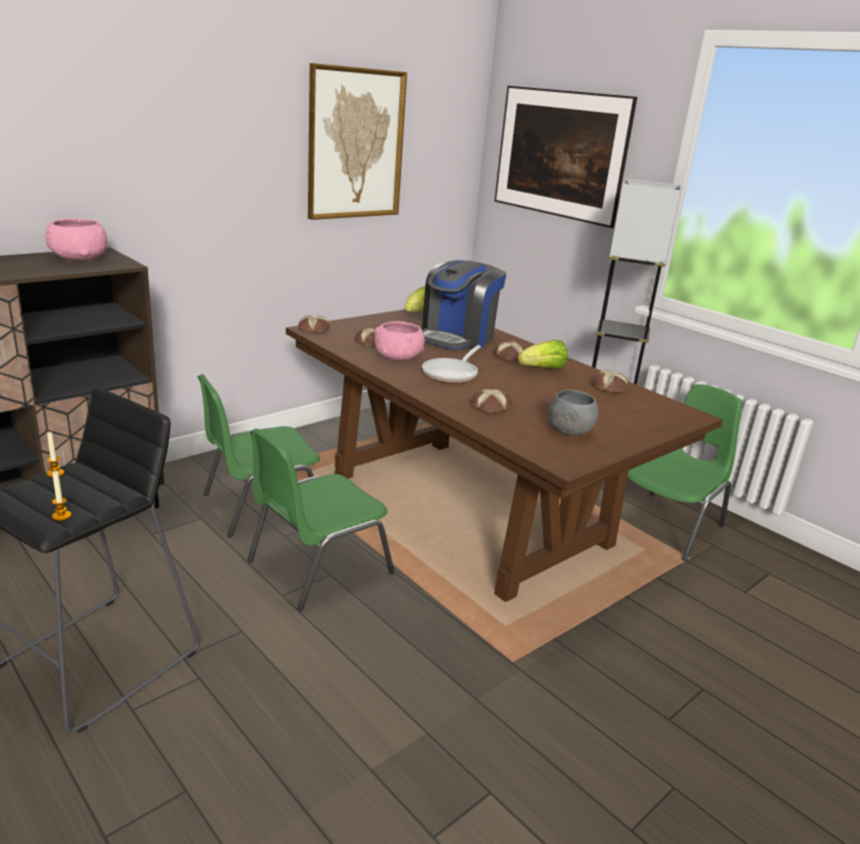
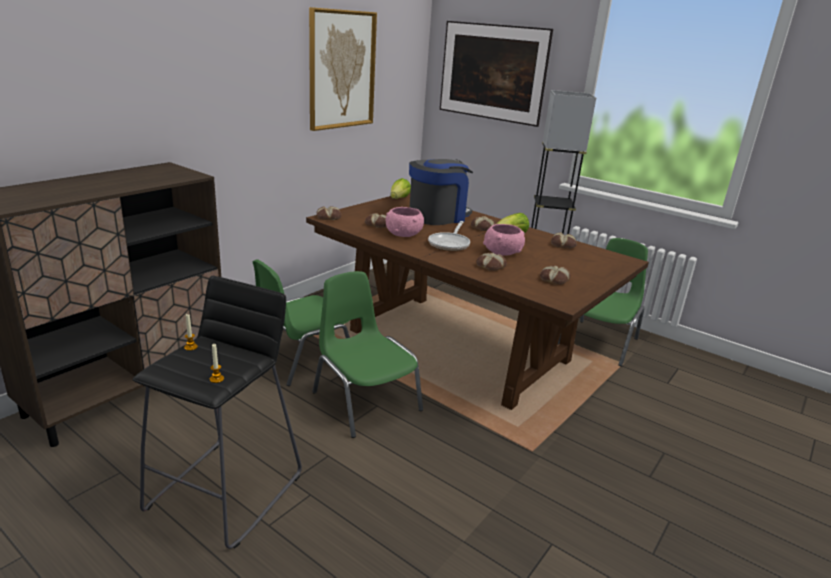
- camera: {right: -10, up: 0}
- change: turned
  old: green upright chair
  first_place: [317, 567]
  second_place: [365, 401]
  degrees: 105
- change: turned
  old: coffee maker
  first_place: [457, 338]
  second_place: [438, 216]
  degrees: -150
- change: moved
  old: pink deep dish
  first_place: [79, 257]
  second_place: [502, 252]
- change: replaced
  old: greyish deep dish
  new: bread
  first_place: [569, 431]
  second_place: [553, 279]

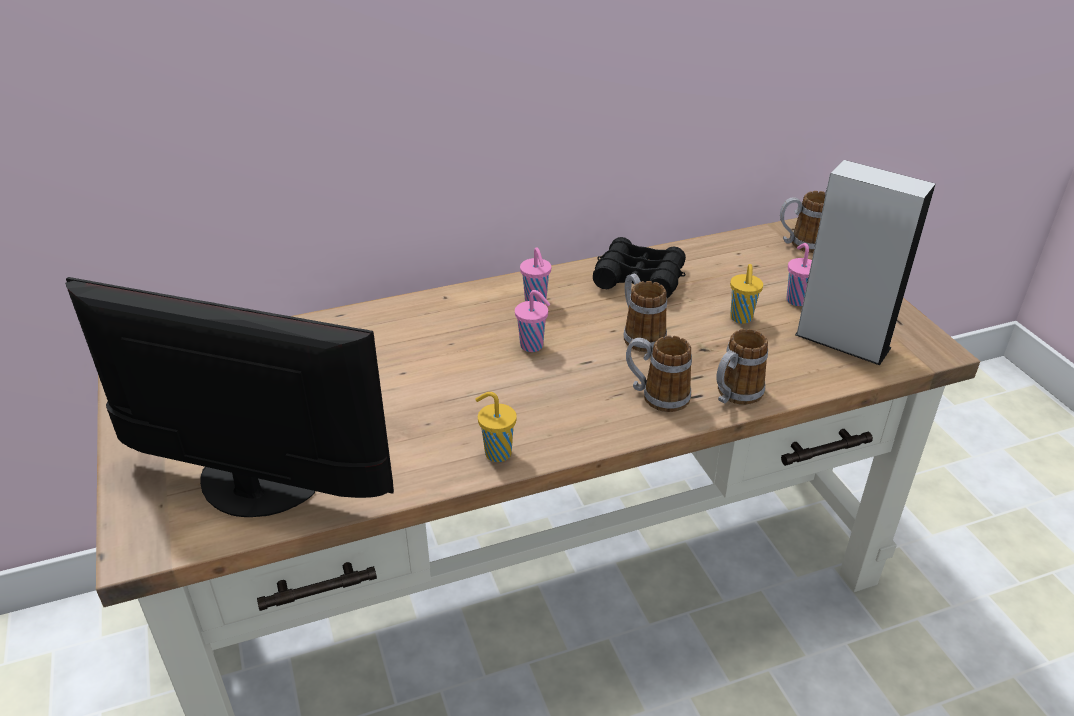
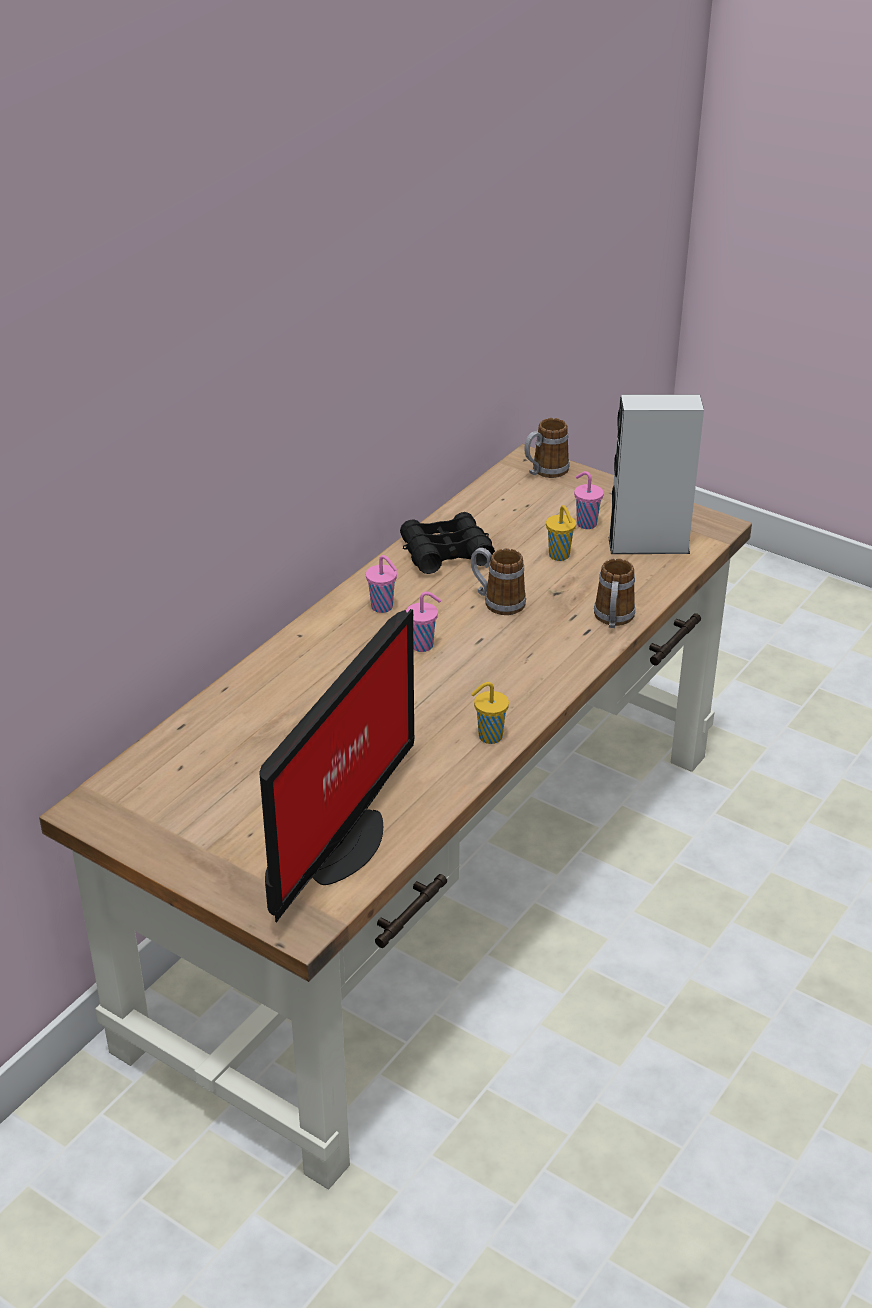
- camera: {right: -35, up: 0}
- change: turned
  old: computer screen
  first_place: [256, 490]
  second_place: [338, 846]
  degrees: 135
- change: removed
  old: tea mug
  first_place: [656, 396]

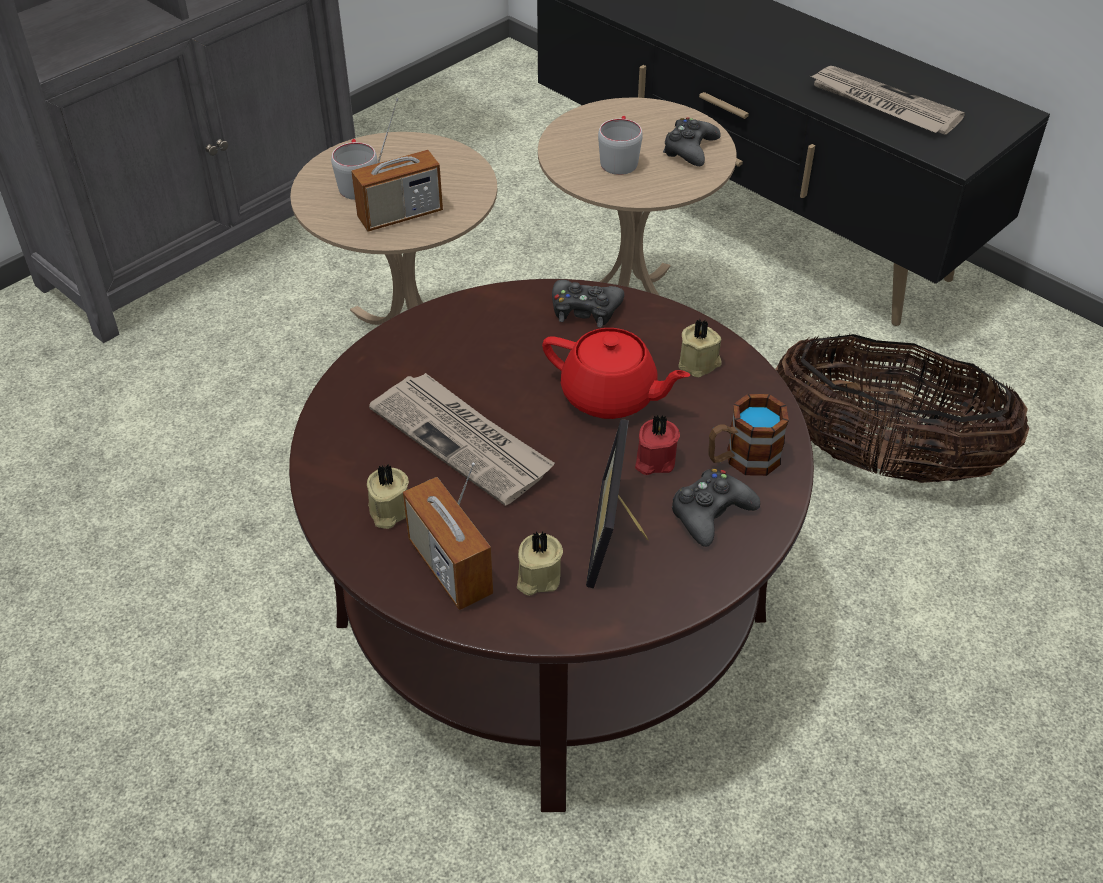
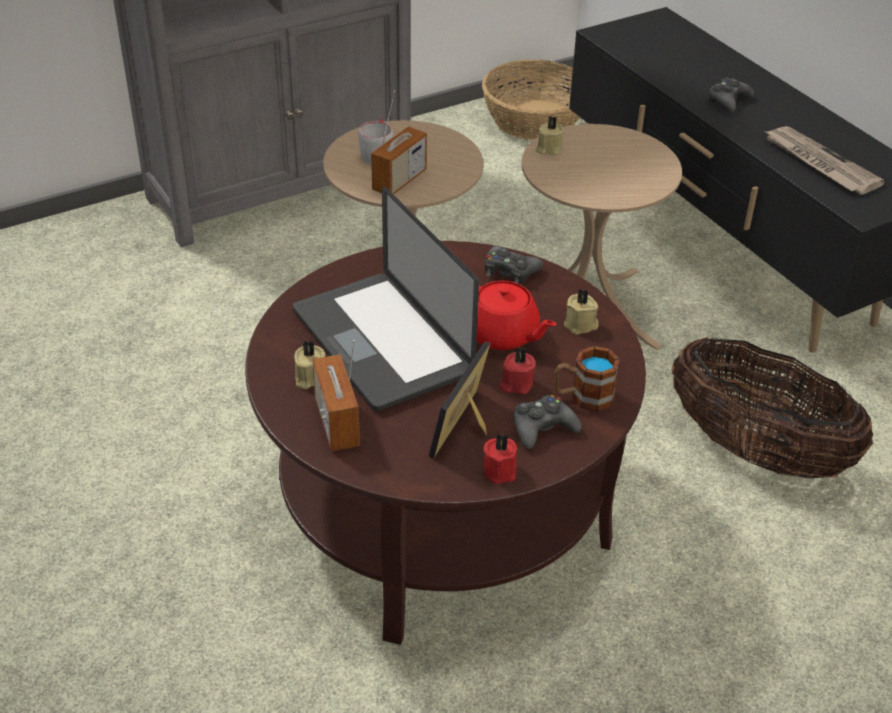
- camera: {right: 15, up: -5}
- change: replaced
  old: newspaper
  new: laptop
  first_place: [463, 440]
  second_place: [381, 343]
- change: turned
  old: radio
  first_place: [400, 215]
  second_place: [399, 181]
  degrees: -45
- change: added
  new: basket
  second_place: [534, 119]
- change: added
  new: red-coloured wax light
  second_place: [501, 470]
- change: moved
  old: sand-coloured wax light
  first_place: [537, 577]
  second_place: [548, 149]
- change: moved
  old: black joypad
  first_place: [690, 149]
  second_place: [728, 101]
- change: removed
  old: greyish tea mug
  first_place: [619, 159]

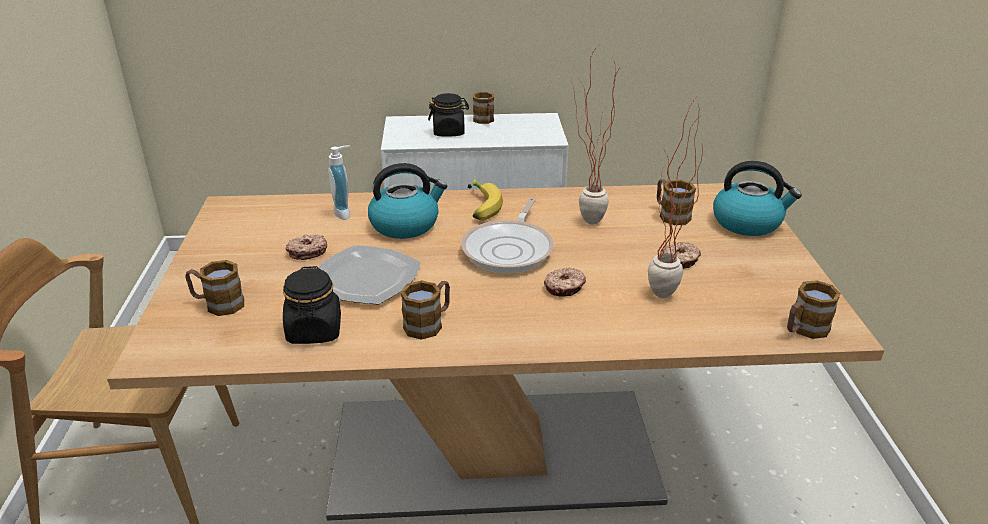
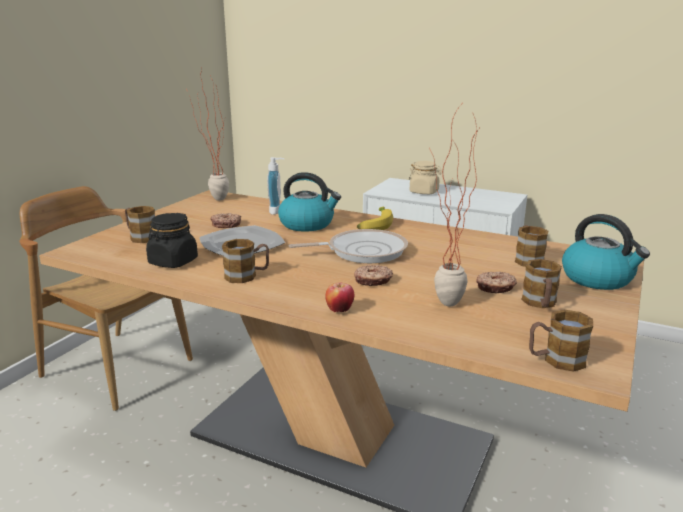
- camera: {right: 30, up: -10}
- change: moved
  old: potted plant
  first_place: [583, 223]
  second_place: [213, 199]
- change: turned
  old: skillet
  first_place: [510, 249]
  second_place: [362, 251]
  degrees: -150
- change: added
  new: apple
  second_place: [339, 310]
- change: recoloured
  old: black storage jar
  new: sand-coloured storage jar
  first_place: [449, 132]
  second_place: [424, 192]
- change: moved
  old: tea mug
  first_place: [485, 121]
  second_place: [540, 304]

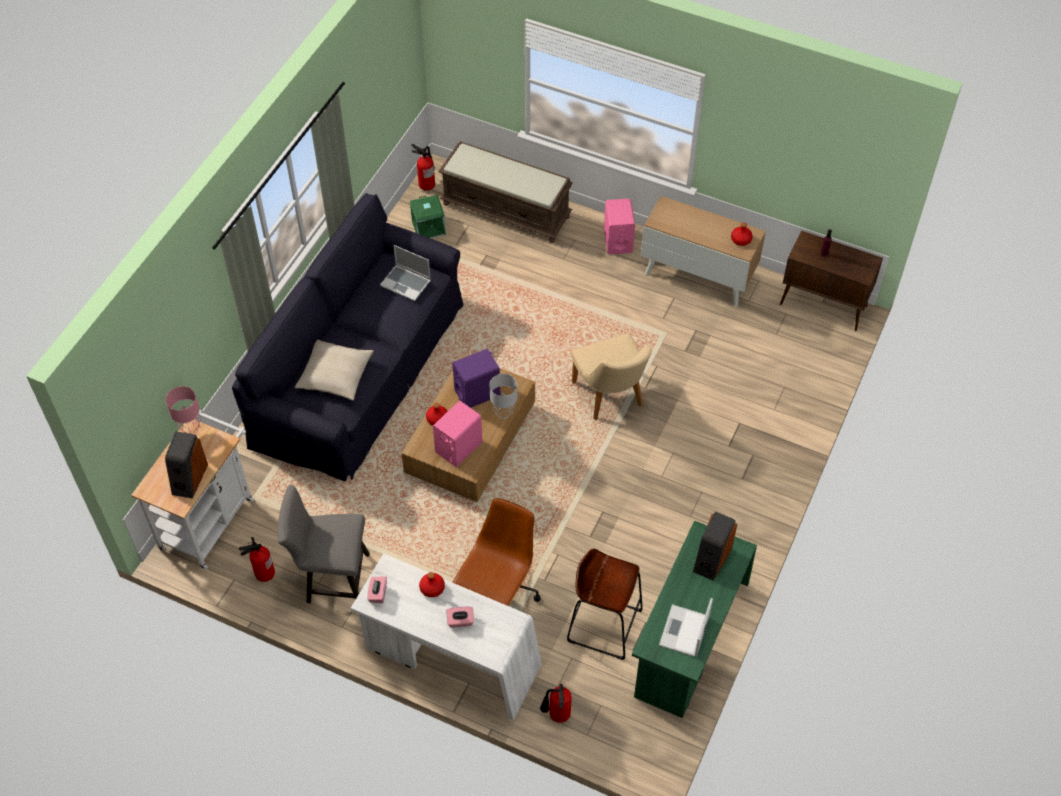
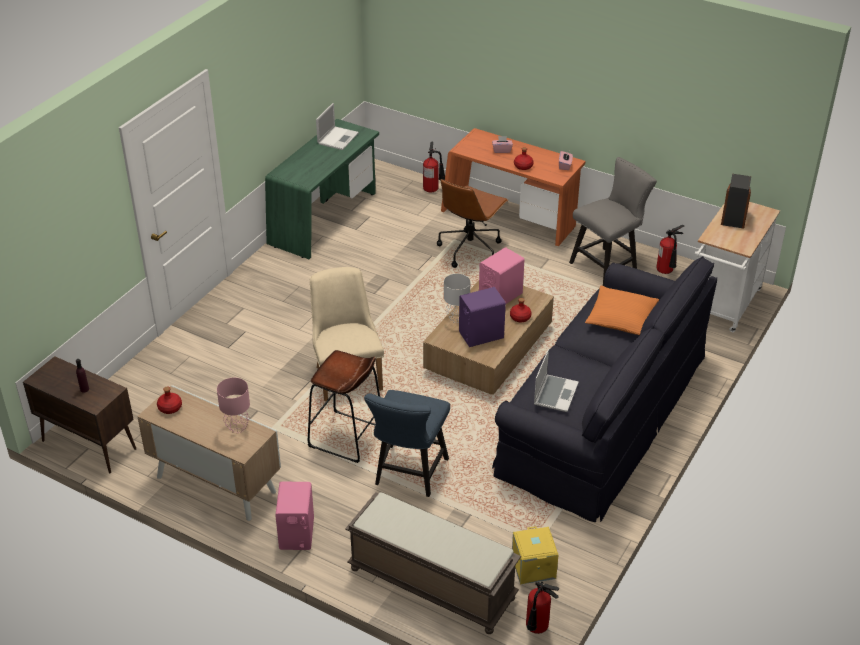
- camera: {right: -175, up: -15}
- change: moved
  old: pink table lamp
  first_place: [190, 427]
  second_place: [238, 428]
- change: moved
  old: brown-coloured sitting stool
  first_place: [604, 625]
  second_place: [346, 437]
- change: added
  new: blue upright chair
  second_place: [409, 475]
- change: recoloured
  old: whitish desk
  new: orange-coloured desk
  first_place: [450, 659]
  second_place: [509, 218]
- change: recoloured
  old: green storage box
  new: yellowish storage box
  first_place: [429, 227]
  second_place: [532, 567]
- change: turned
  old: laptop
  first_place: [406, 283]
  second_place: [555, 393]
  degrees: 75
- change: turned
  old: greyish upright chair
  first_place: [332, 579]
  second_place: [607, 265]
  degrees: -45
- change: recoloured
  old: sand-coloured throw pillow
  new: orange-coloured throw pillow
  first_place: [335, 375]
  second_place: [621, 318]
- change: removed
  old: loudspeaker
  first_place: [711, 559]

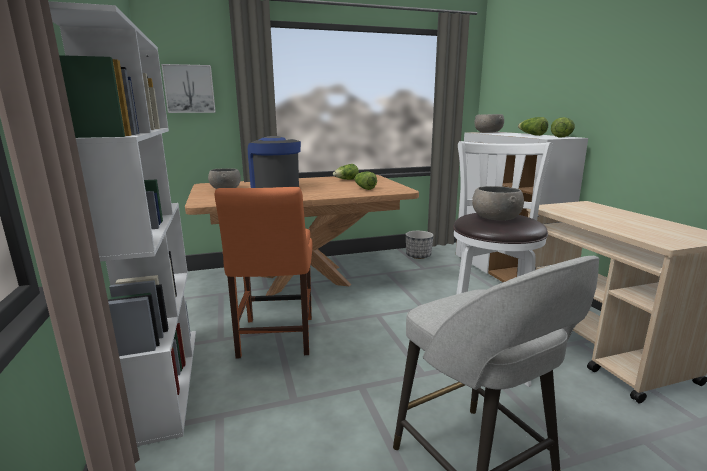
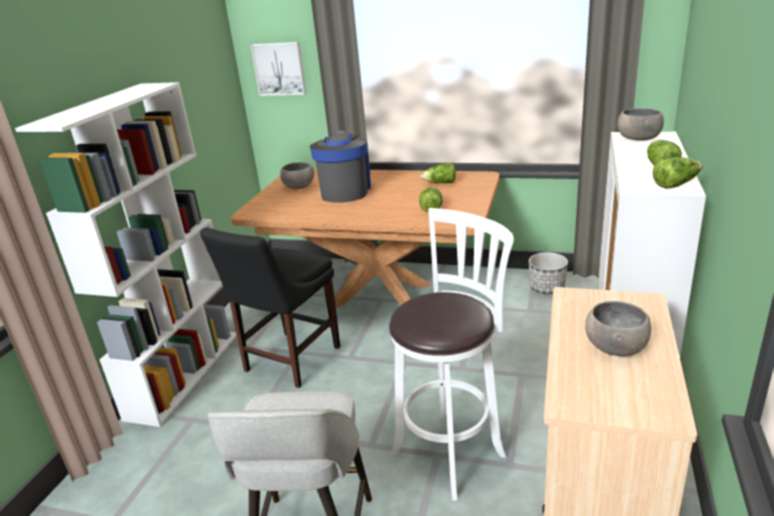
- camera: {right: 35, up: 10}
- change: recoloured
  old: orange-coloured upright chair
  new: black upright chair
  first_place: [275, 339]
  second_place: [289, 361]
- change: moved
  old: greyish deep dish
  first_place: [495, 219]
  second_place: [615, 347]

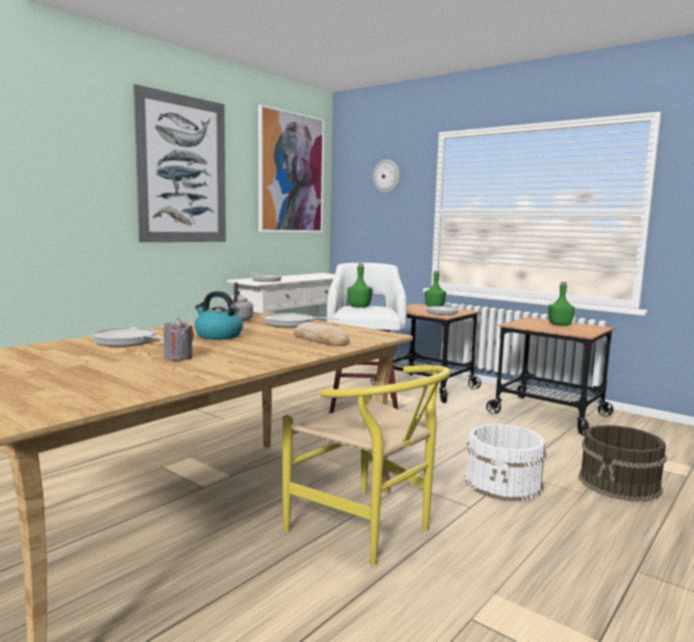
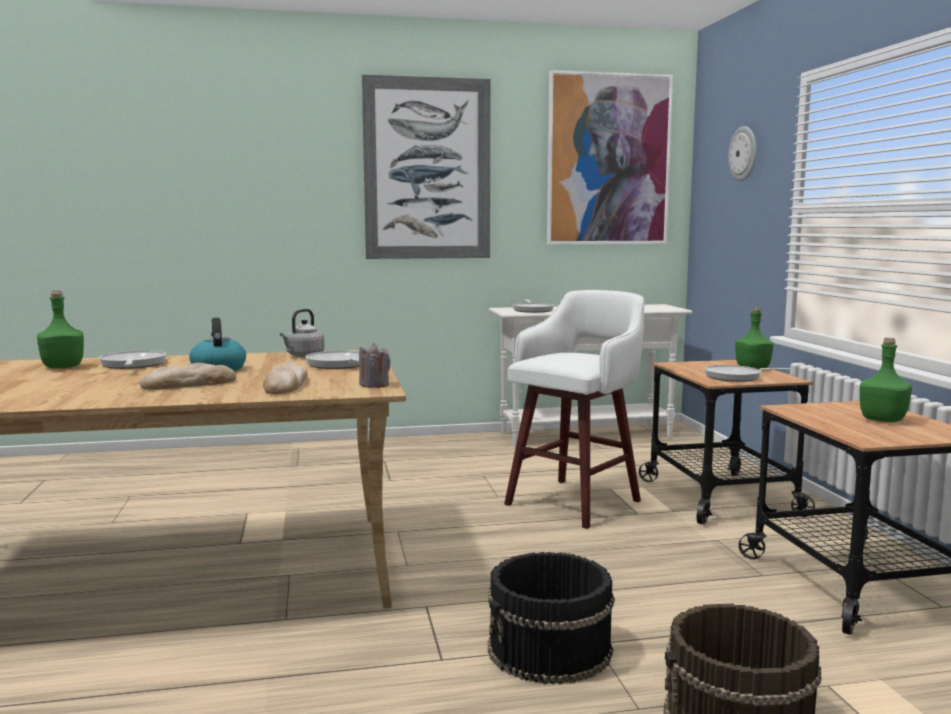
- camera: {right: 40, up: 0}
- change: moved
  old: green drink bottle
  first_place: [359, 307]
  second_place: [62, 367]
- change: added
  new: bread
  second_place: [189, 384]
- change: moved
  old: greyish wax light
  first_place: [178, 357]
  second_place: [374, 385]
- change: recoloured
  old: whitish water bucket
  new: black water bucket
  first_place: [504, 483]
  second_place: [550, 650]
- change: removed
  old: yellowish upright chair
  first_place: [370, 530]

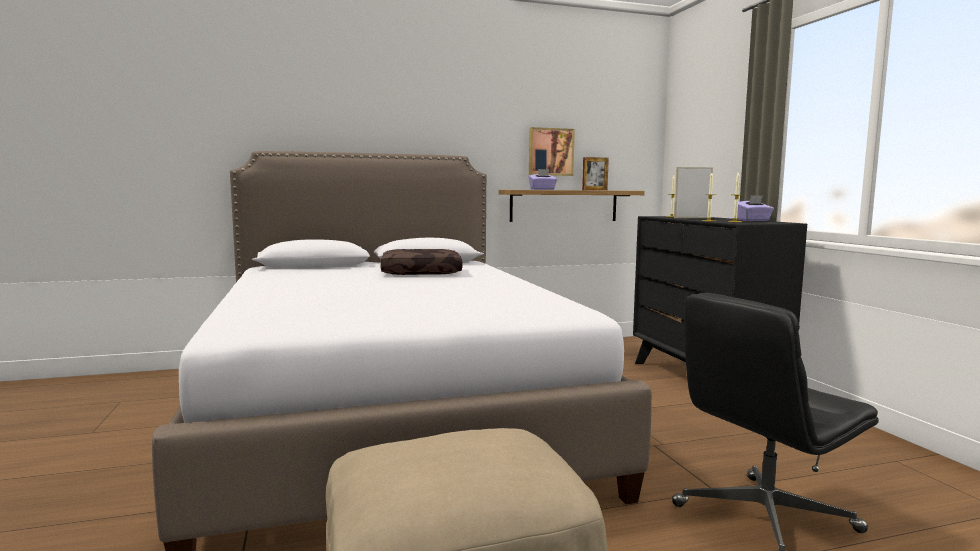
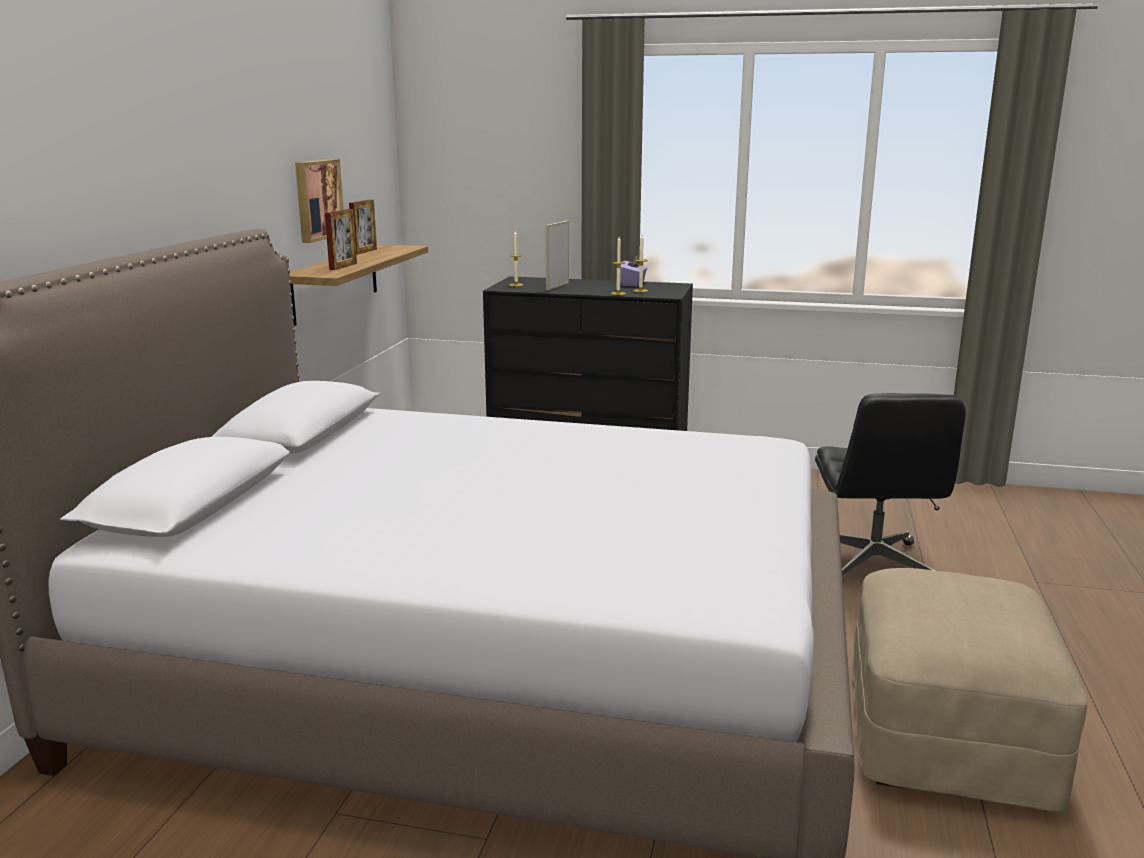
- camera: {right: -60, up: 10}
- change: replaced
  old: purple tissue holder
  new: photo frame
  first_place: [542, 189]
  second_place: [343, 266]
- change: removed
  old: brown-coloured throw pillow
  first_place: [422, 272]

